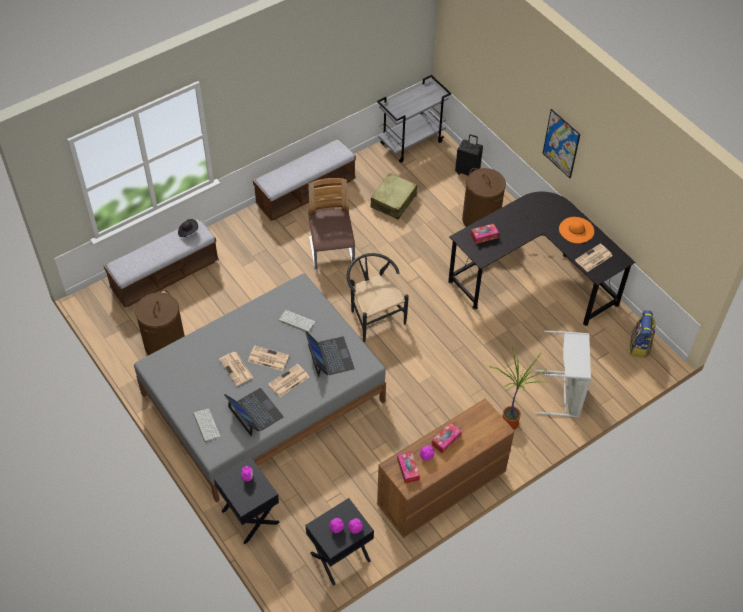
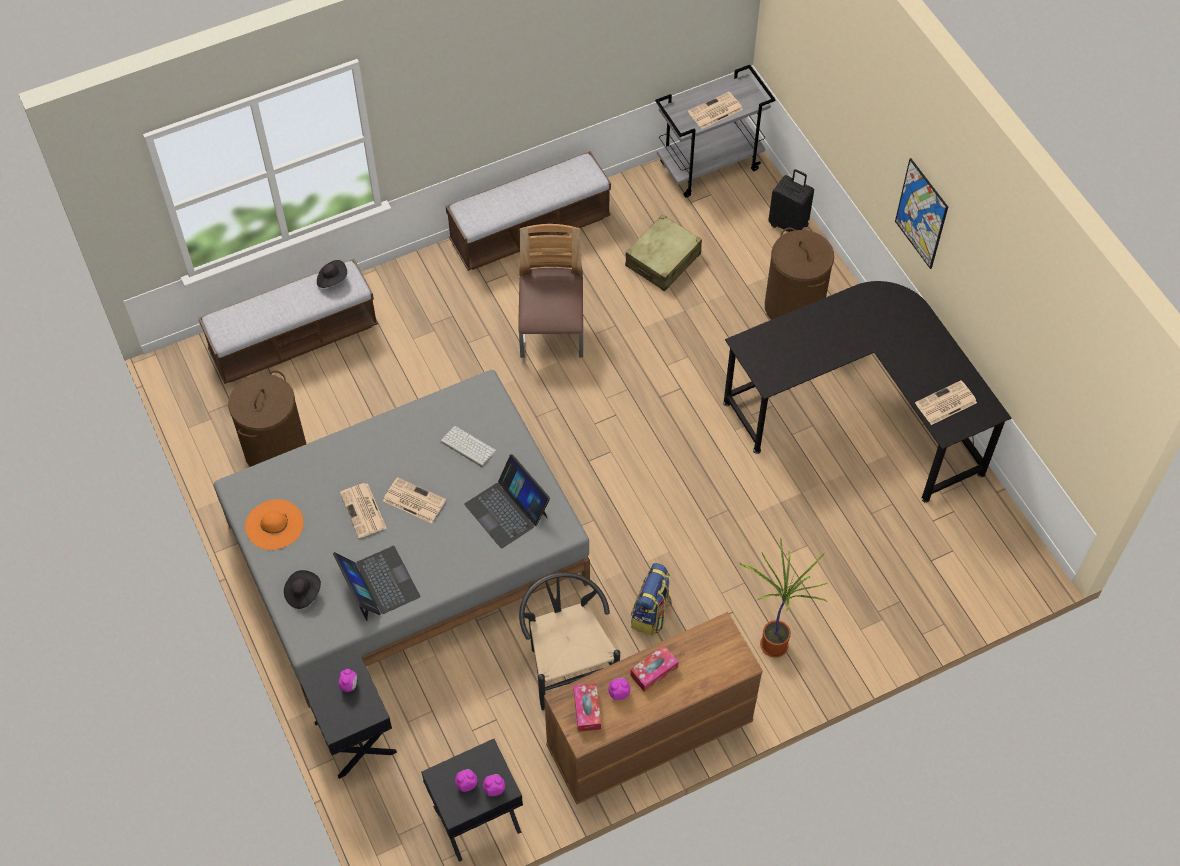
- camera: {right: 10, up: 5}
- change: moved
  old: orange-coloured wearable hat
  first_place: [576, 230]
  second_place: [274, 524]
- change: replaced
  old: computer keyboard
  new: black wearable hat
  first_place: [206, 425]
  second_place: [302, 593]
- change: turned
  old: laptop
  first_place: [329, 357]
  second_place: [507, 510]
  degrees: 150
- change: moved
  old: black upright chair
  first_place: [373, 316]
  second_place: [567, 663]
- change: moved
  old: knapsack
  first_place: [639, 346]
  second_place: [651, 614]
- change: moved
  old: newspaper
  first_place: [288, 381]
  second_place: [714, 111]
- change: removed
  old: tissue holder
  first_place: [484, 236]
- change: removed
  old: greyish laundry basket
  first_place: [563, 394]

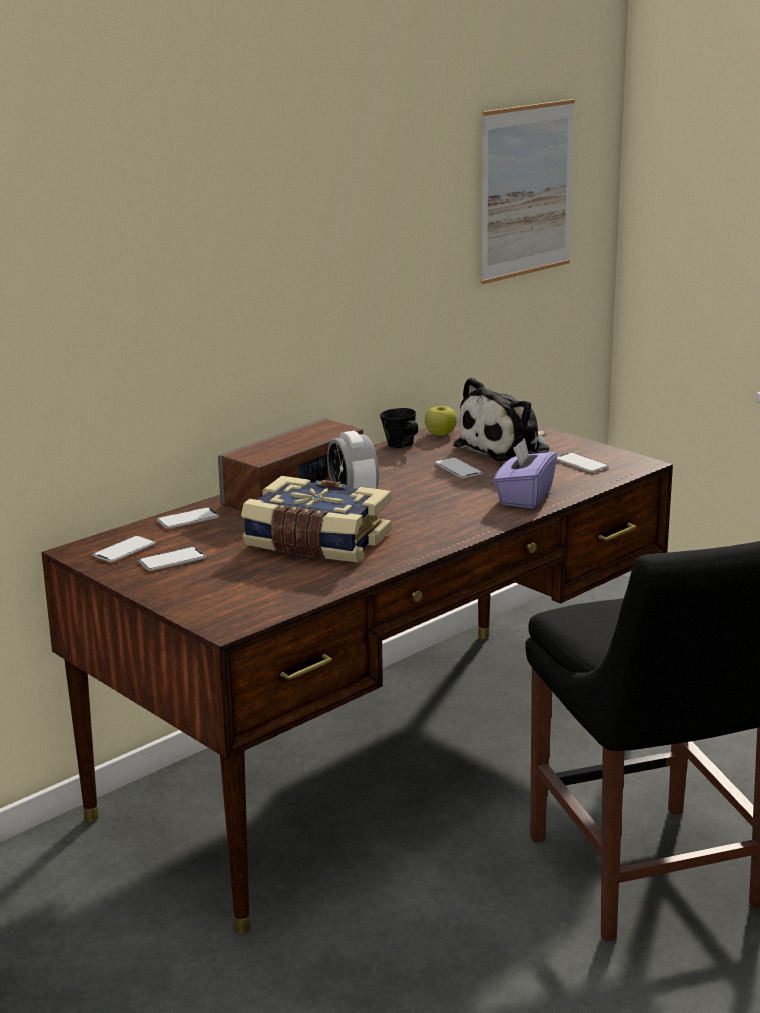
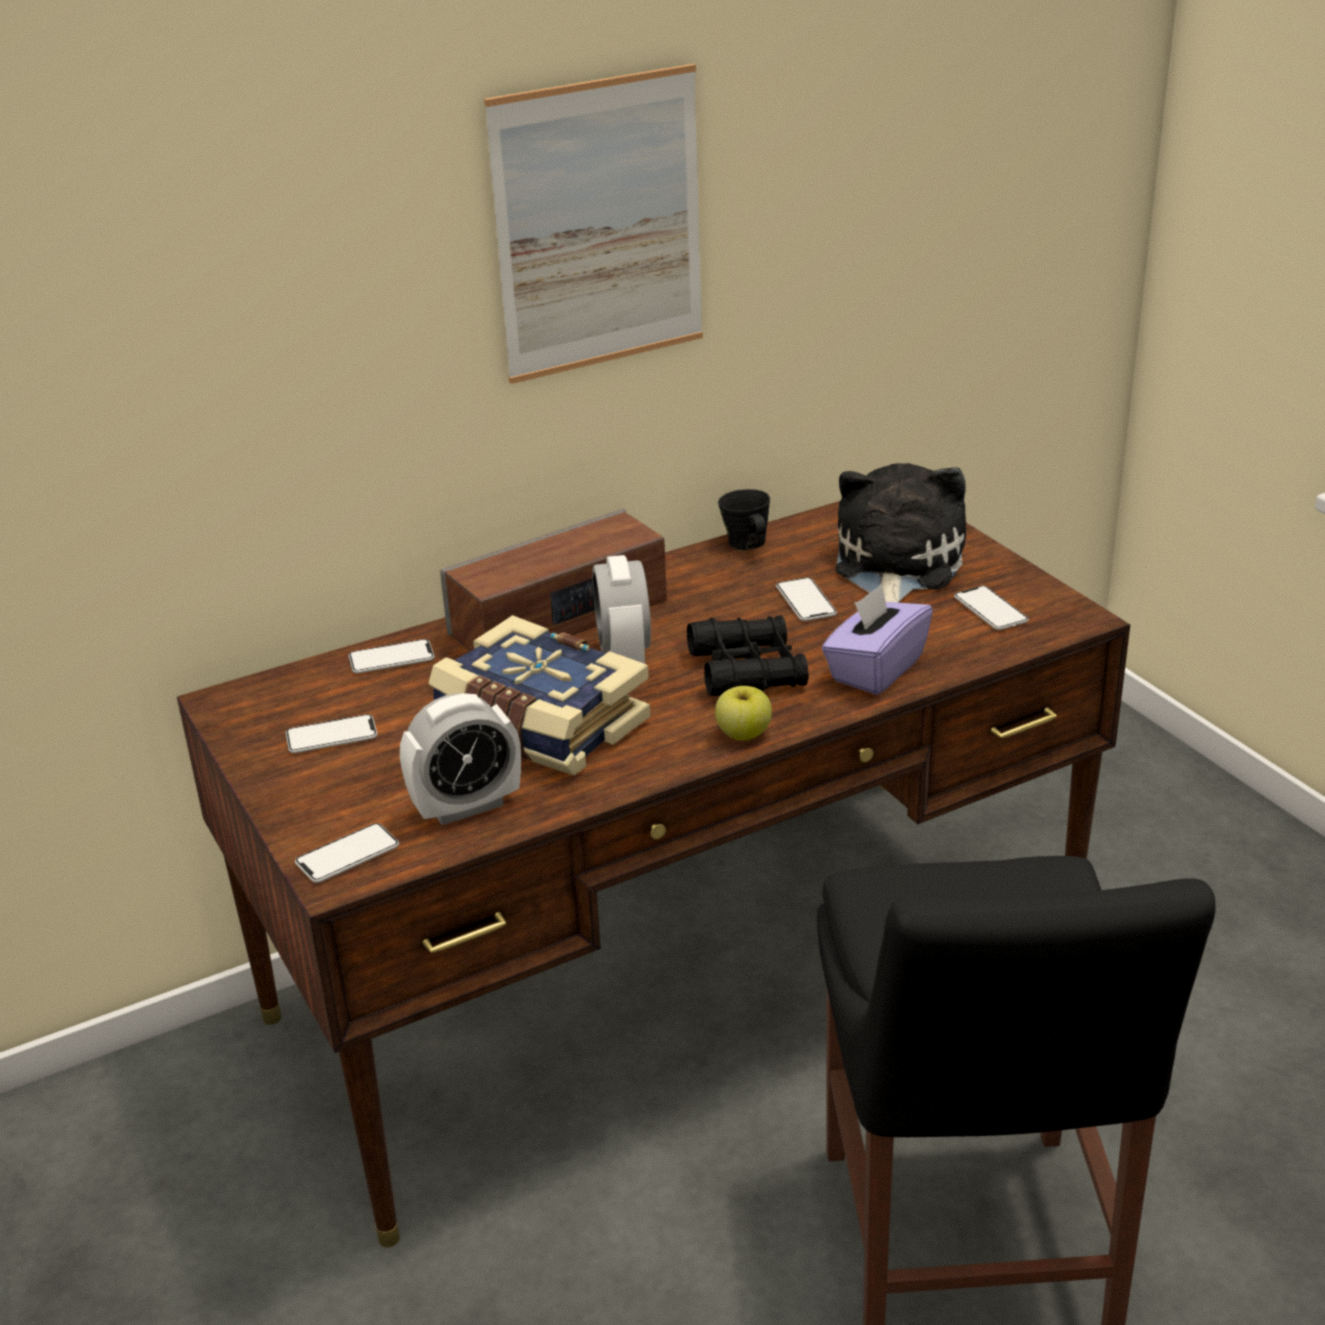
- camera: {right: 15, up: 10}
- change: moved
  old: handset
  first_place: [124, 550]
  second_place: [347, 855]
- change: added
  new: alarm clock
  second_place: [466, 806]
- change: moved
  old: picture
  first_place: [526, 190]
  second_place: [599, 225]
- change: added
  new: black binoculars
  second_place: [747, 670]
- change: moved
  old: apple
  first_place: [440, 434]
  second_place: [743, 734]
- change: turned
  old: plush toy
  first_place: [506, 448]
  second_place: [895, 566]
  degrees: 135

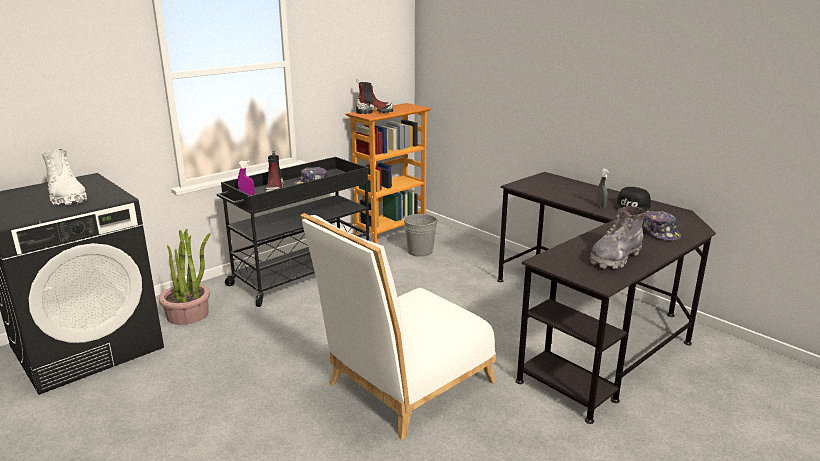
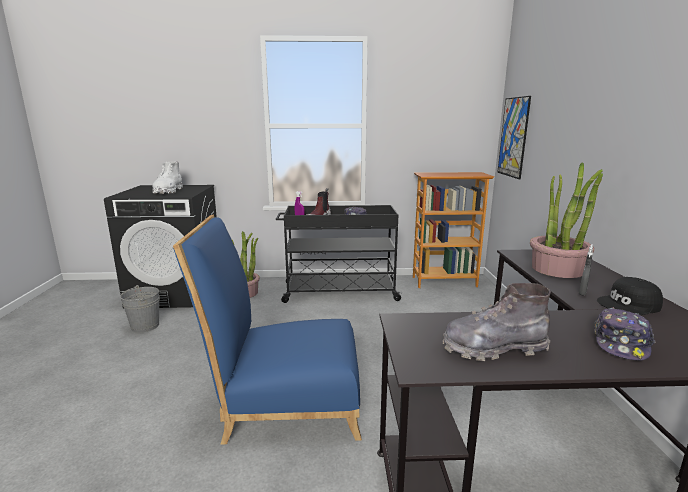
- camera: {right: 40, up: -5}
- change: moved
  old: greyish water bucket
  first_place: [420, 251]
  second_place: [145, 326]
- change: recoloured
  old: whitish upright chair
  new: blue upright chair
  first_place: [403, 387]
  second_place: [284, 402]
- change: added
  new: picture
  second_place: [513, 137]
- change: added
  new: potted plant
  second_place: [557, 269]
- change: removed
  old: tall boot
  first_place: [374, 112]

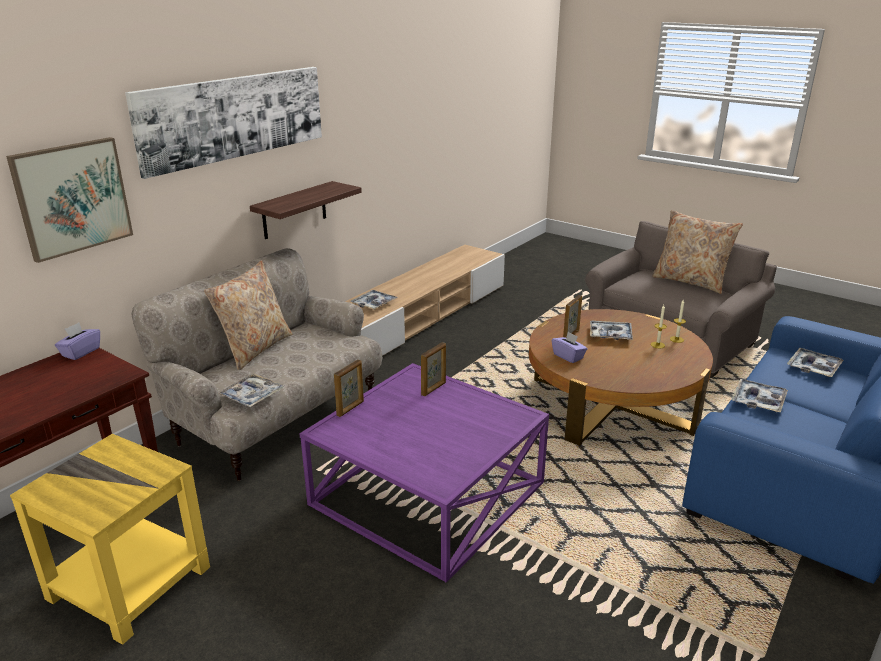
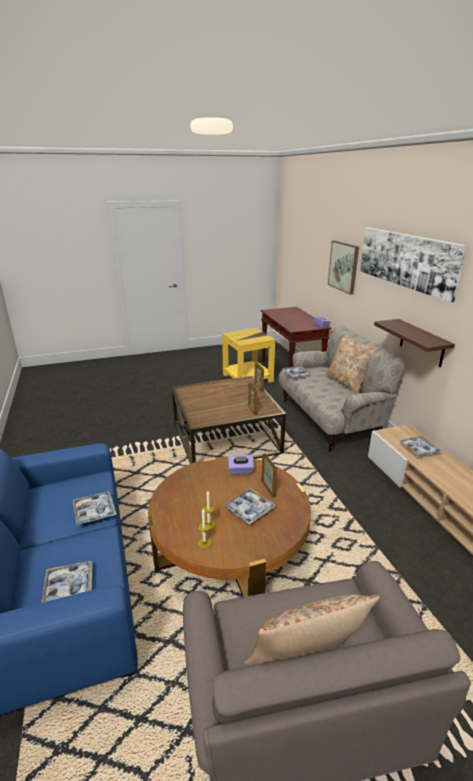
- camera: {right: 125, up: 0}
- change: recoloured
  old: purple coffee table
  new: brown-coloured coffee table
  first_place: [426, 493]
  second_place: [226, 437]

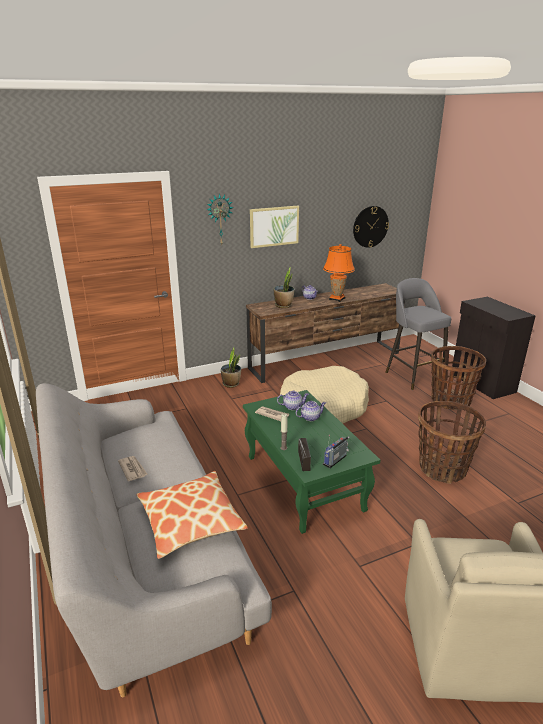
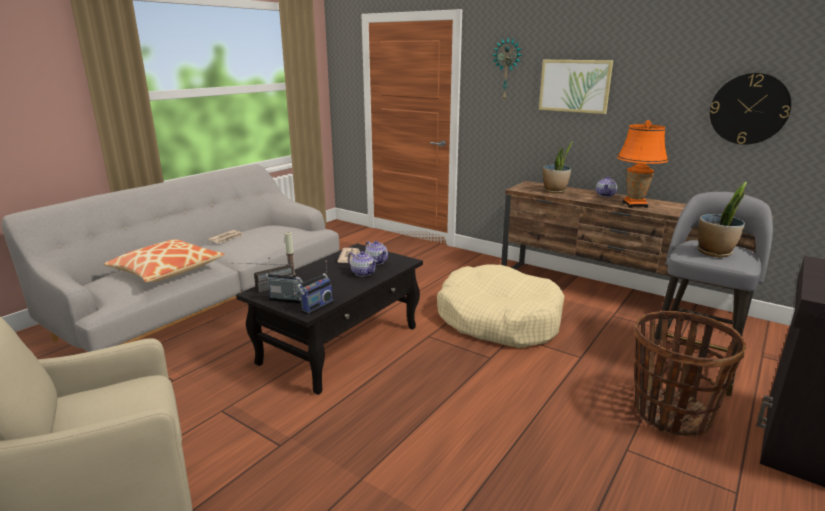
- camera: {right: 60, up: -5}
- change: recoloured
  old: green coffee table
  new: black coffee table
  first_place: [303, 482]
  second_place: [341, 344]
- change: added
  new: radio
  second_place: [316, 306]
- change: moved
  old: potted plant
  first_place: [231, 384]
  second_place: [715, 252]
- change: removed
  old: basket
  first_place: [442, 468]

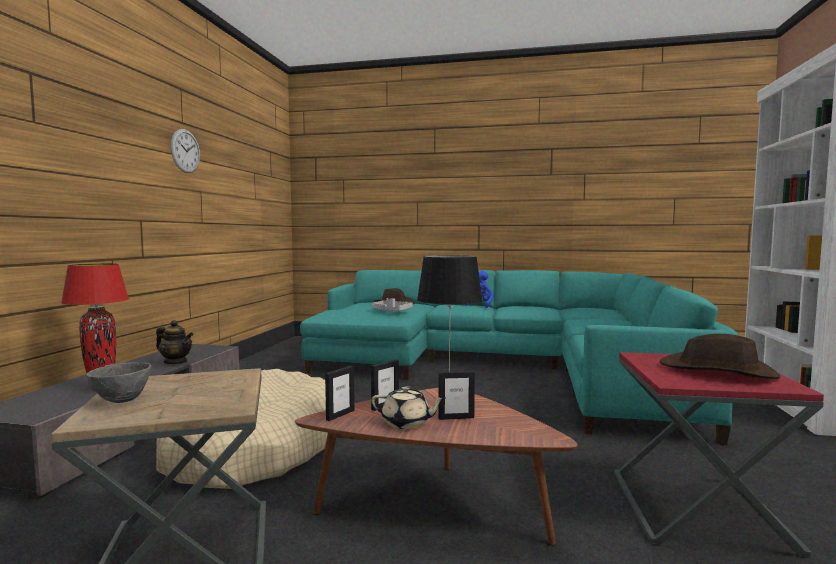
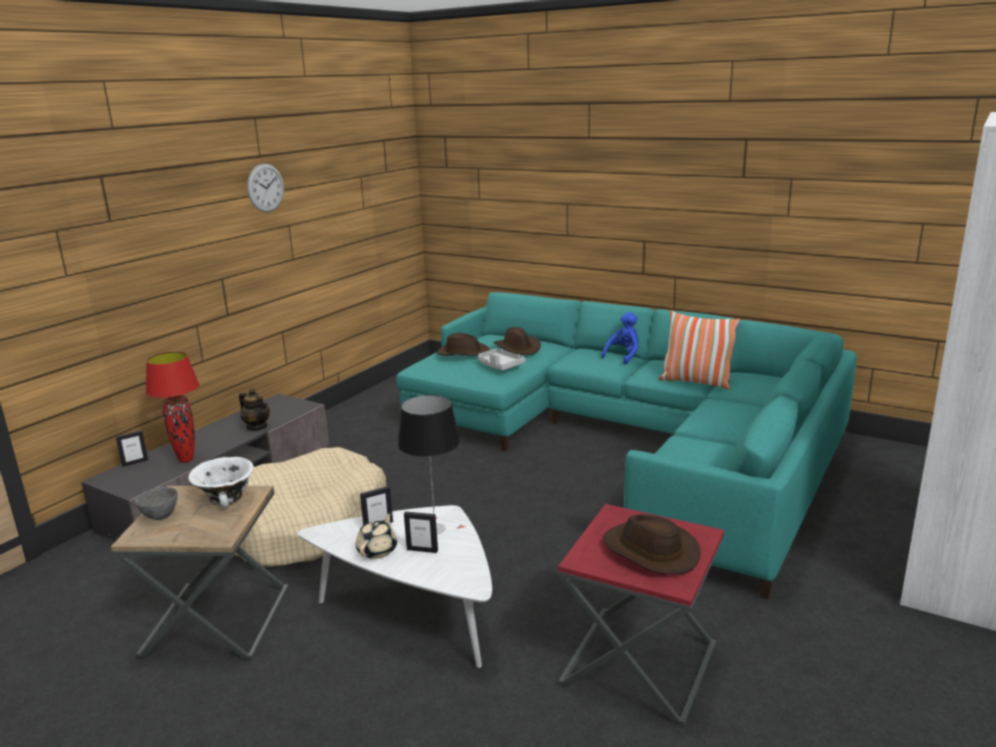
- camera: {right: 20, up: 15}
- change: moved
  old: photo frame
  first_place: [340, 415]
  second_place: [135, 462]
- change: added
  new: whitish deep dish
  second_place: [225, 500]
- change: recoloured
  old: brown-coloured coffee table
  new: whitish coffee table
  first_place: [435, 505]
  second_place: [415, 613]
- change: turned
  old: sand-coloured tea pot
  first_place: [407, 423]
  second_place: [378, 550]
  degrees: -105
- change: added
  new: brown-coloured wearable hat
  second_place: [463, 353]
- change: added
  new: throw pillow
  second_place: [696, 382]

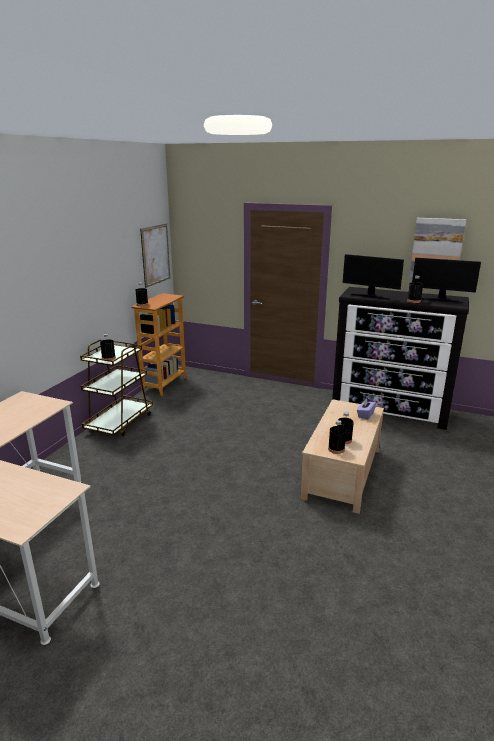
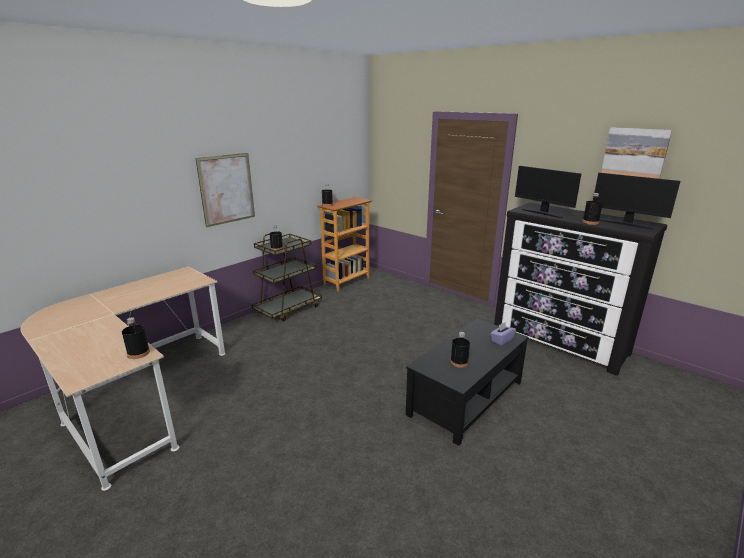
- camera: {right: 20, up: 0}
- change: moved
  old: black drink bottle
  first_place: [336, 449]
  second_place: [138, 353]
- change: moved
  old: picture
  first_place: [155, 255]
  second_place: [227, 189]
- change: recoloured
  old: sand-coloured coffee table
  new: black coffee table
  first_place: [343, 473]
  second_place: [466, 399]

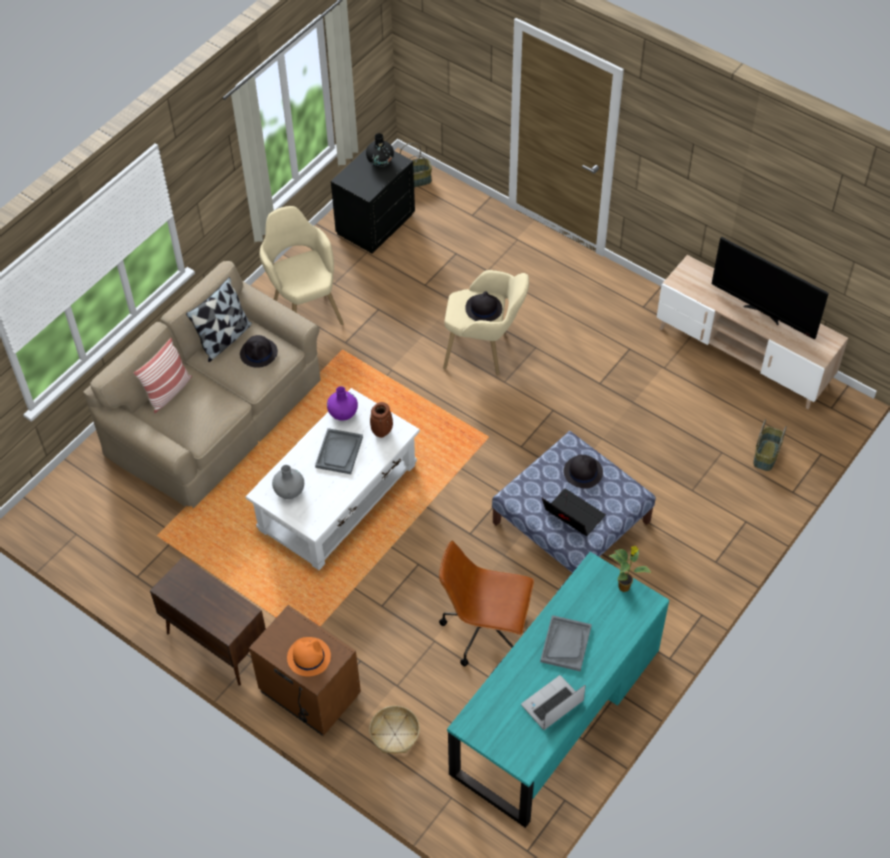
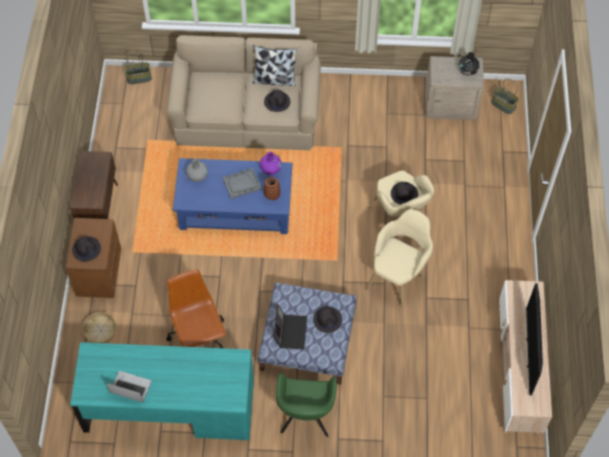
- camera: {right: 55, up: 5}
- change: recoloured
  old: orange-coloured wearable hat
  new: black wearable hat
  first_place: [308, 657]
  second_place: [86, 249]
- change: moved
  old: basket
  first_place: [765, 455]
  second_place: [139, 77]
- change: recoloured
  old: whitish coffee table
  new: blue coffee table
  first_place: [338, 497]
  second_place: [236, 209]
- change: added
  new: green armchair
  second_place: [305, 417]
- change: moved
  old: sand-coloured armchair
  first_place: [304, 307]
  second_place: [398, 277]
- change: recoloured
  old: black night table
  new: sand-coloured night table
  first_place: [374, 224]
  second_place: [450, 105]
- change: removed
  old: throw pillow
  first_place: [168, 392]
- change: removed
  old: greyish tray
  first_place: [565, 644]
- change: removed
  old: potted plant
  first_place: [625, 586]

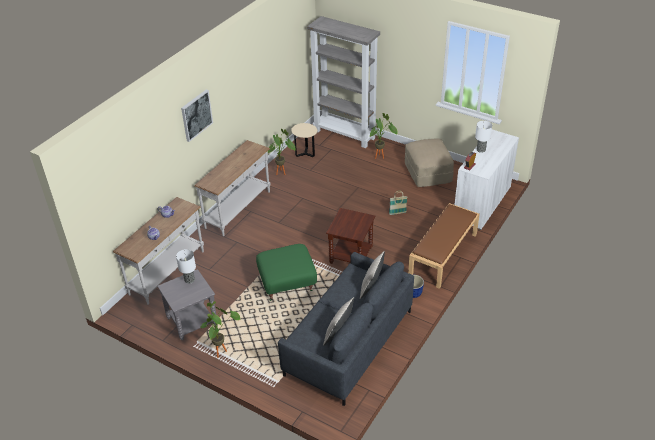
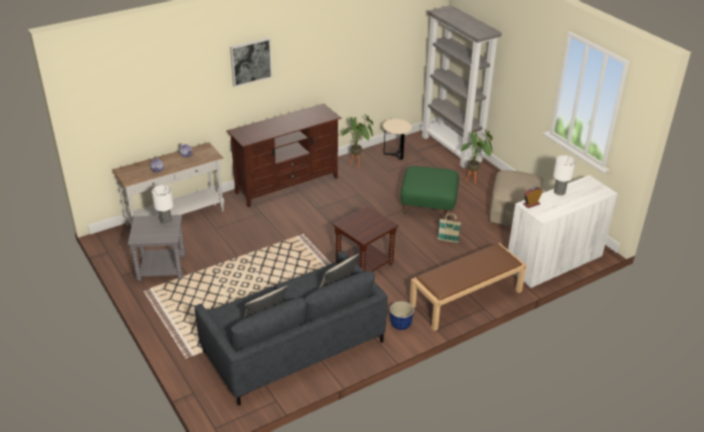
- camera: {right: 25, up: -5}
- change: replaced
  old: whitish hall table
  new: brown-coloured media console
  first_place: [238, 210]
  second_place: [287, 185]
- change: moved
  old: green ottoman
  first_place: [287, 284]
  second_place: [428, 206]
- change: removed
  old: potted plant
  first_place: [222, 350]

